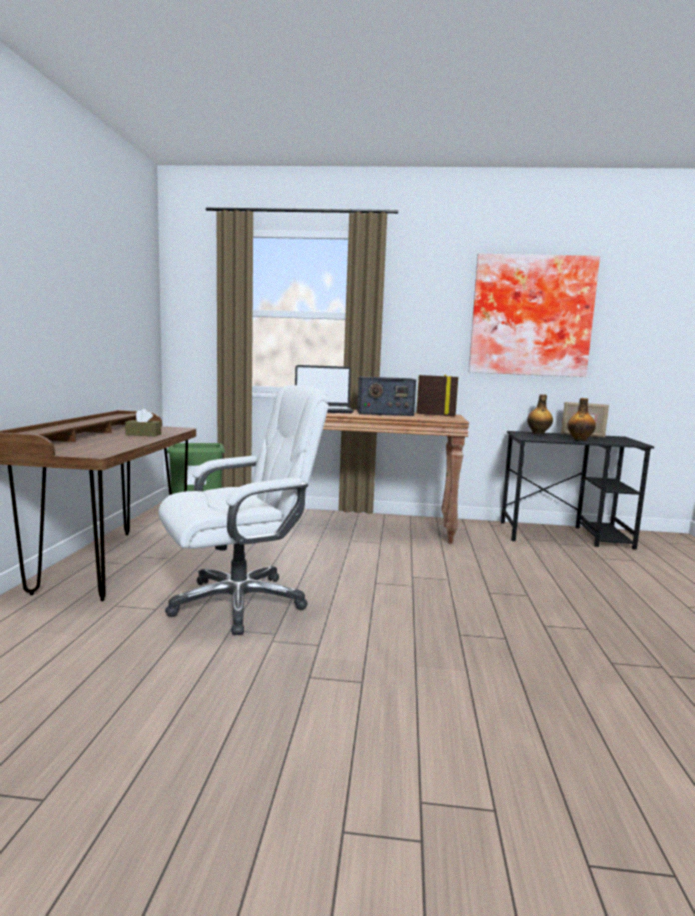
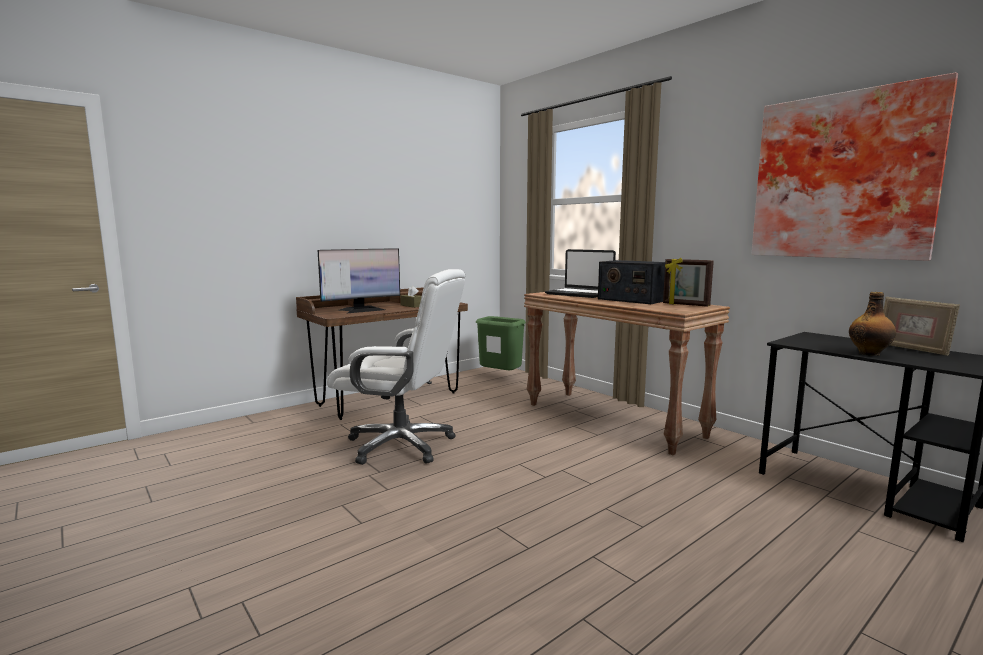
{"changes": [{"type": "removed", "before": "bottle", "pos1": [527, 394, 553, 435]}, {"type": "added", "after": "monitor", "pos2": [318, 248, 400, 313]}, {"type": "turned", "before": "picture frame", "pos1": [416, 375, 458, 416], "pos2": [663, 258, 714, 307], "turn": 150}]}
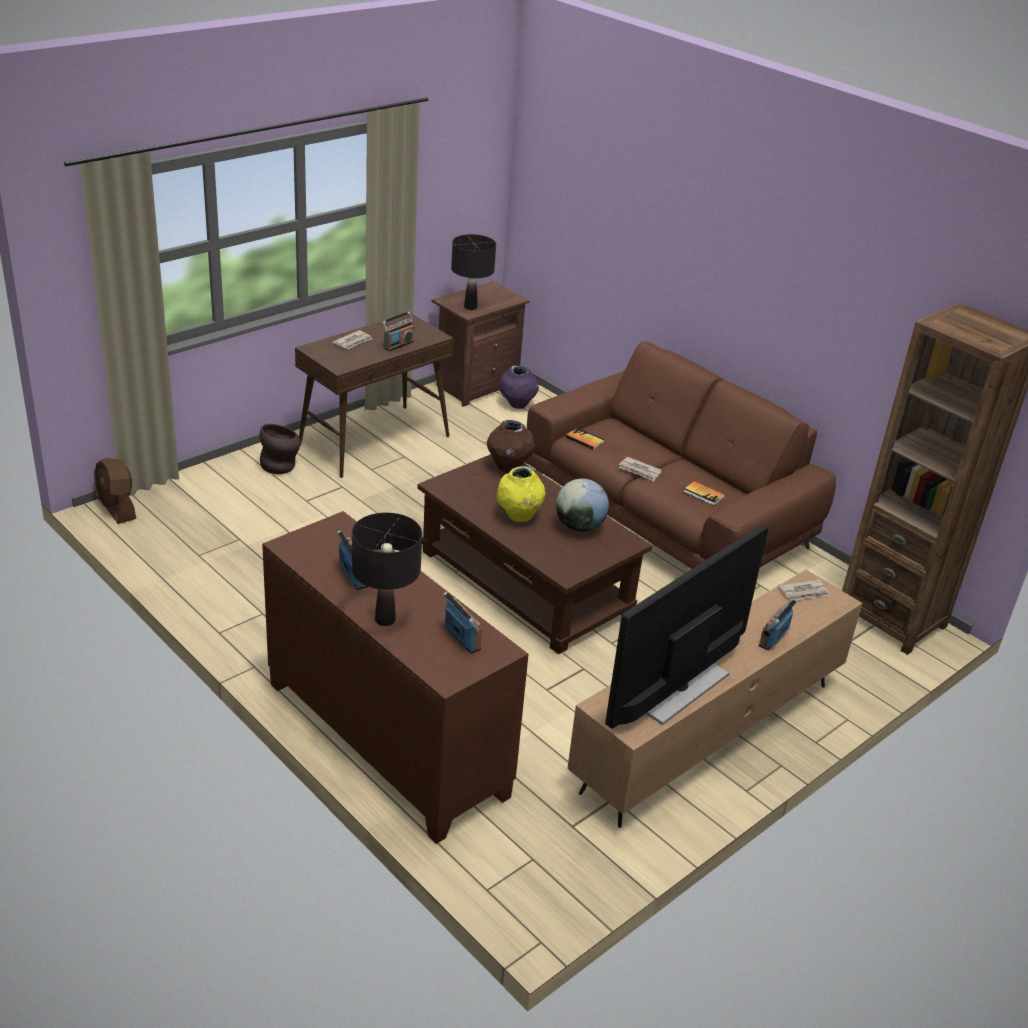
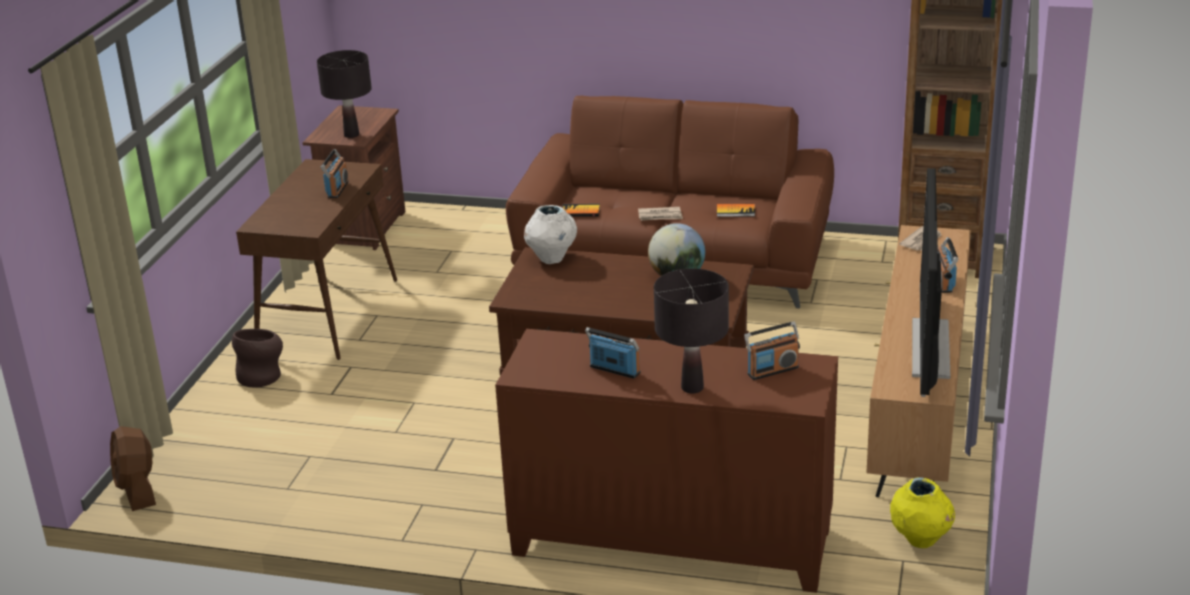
{"changes": [{"type": "removed", "before": "newspaper", "pos1": [333, 330, 372, 349]}, {"type": "removed", "before": "purple vase", "pos1": [499, 365, 539, 409]}, {"type": "moved", "before": "yellow vase", "pos1": [497, 466, 546, 522], "pos2": [890, 477, 955, 548]}, {"type": "recoloured", "before": "brown vase", "after": "white vase", "pos1": [487, 420, 535, 473], "pos2": [524, 205, 577, 264]}, {"type": "turned", "before": "brown fan", "pos1": [94, 458, 136, 524], "pos2": [110, 426, 156, 511], "turn": 45}, {"type": "turned", "before": "radio", "pos1": [443, 592, 482, 653], "pos2": [744, 322, 800, 380], "turn": 135}]}
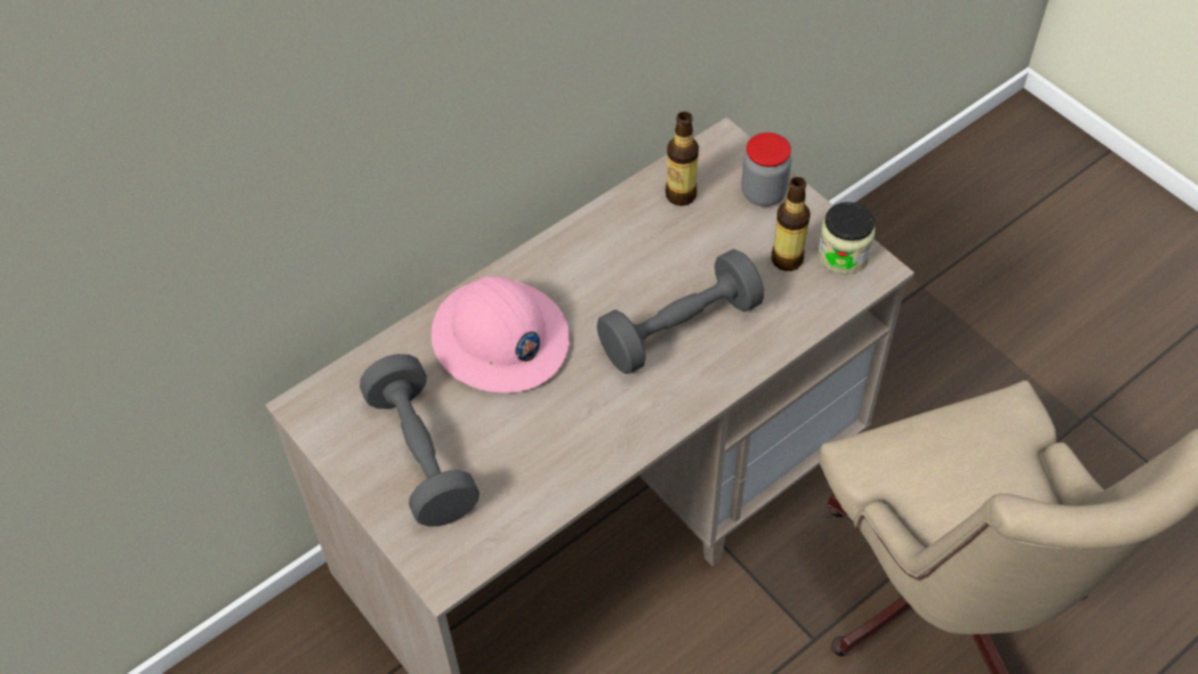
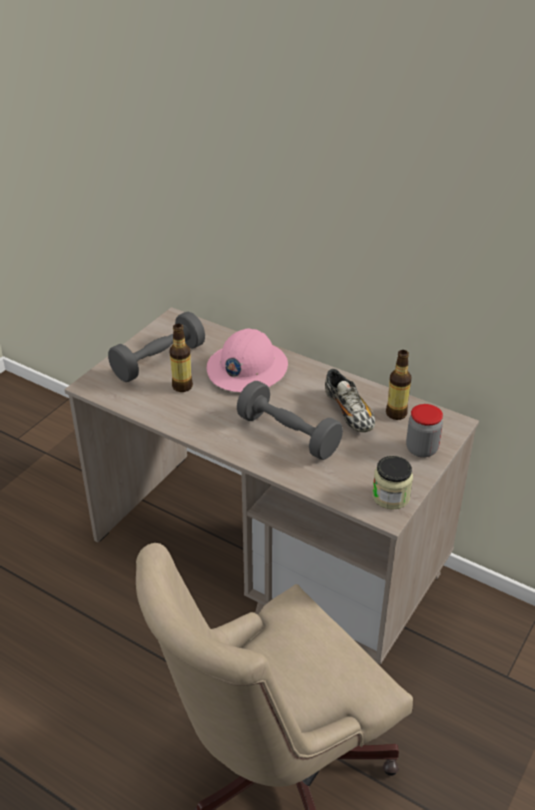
{"changes": [{"type": "added", "after": "shoe", "pos2": [325, 369, 375, 432]}, {"type": "moved", "before": "bottle", "pos1": [771, 177, 810, 271], "pos2": [170, 324, 193, 392]}]}
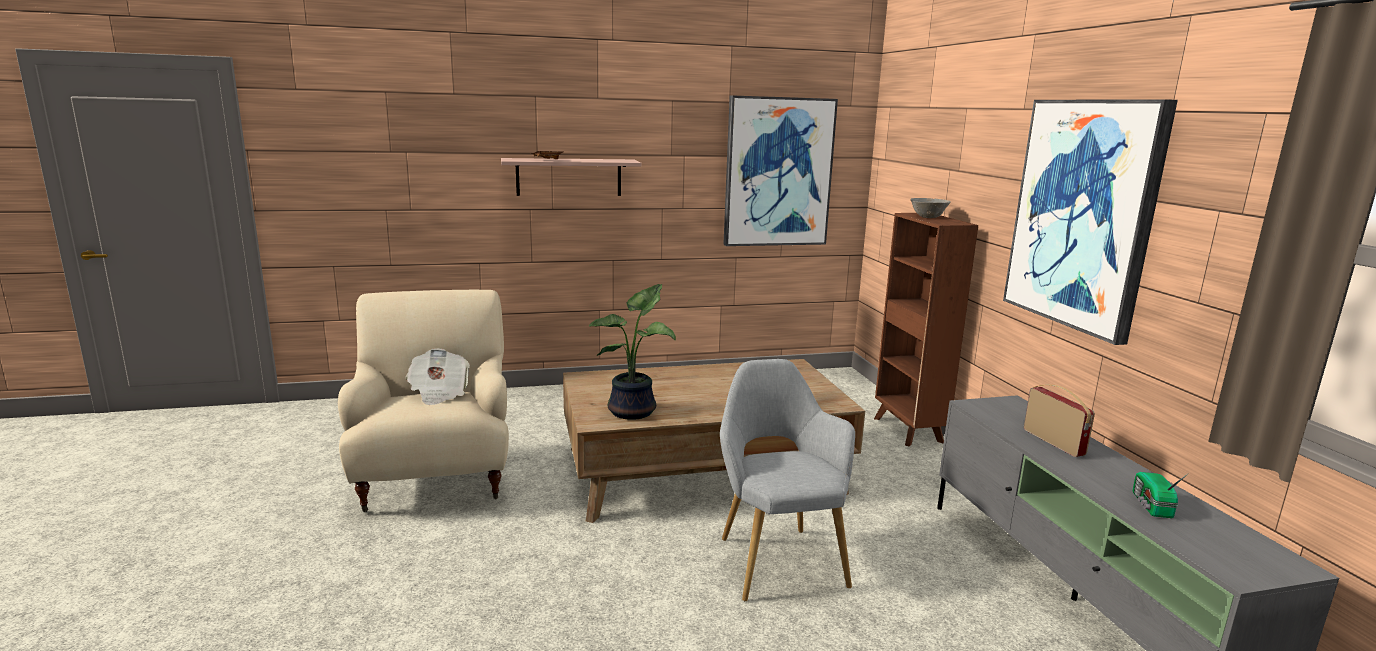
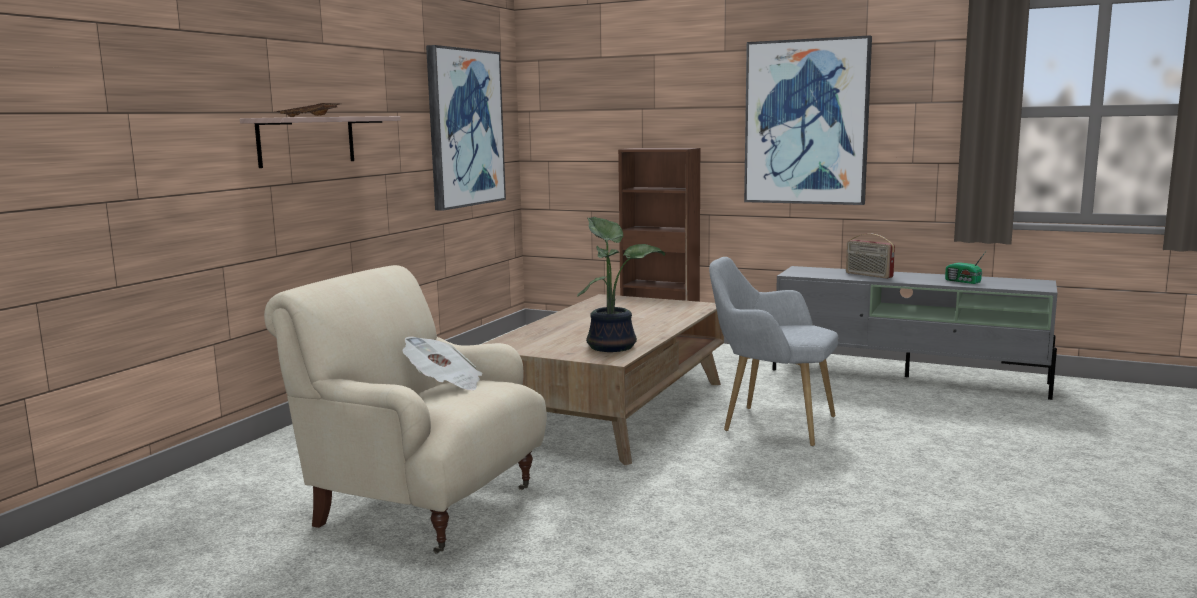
{"changes": [{"type": "removed", "before": "grey bowl", "pos1": [910, 198, 951, 218]}, {"type": "turned", "before": "radio", "pos1": [1024, 384, 1095, 457], "pos2": [846, 233, 895, 279], "turn": -150}]}
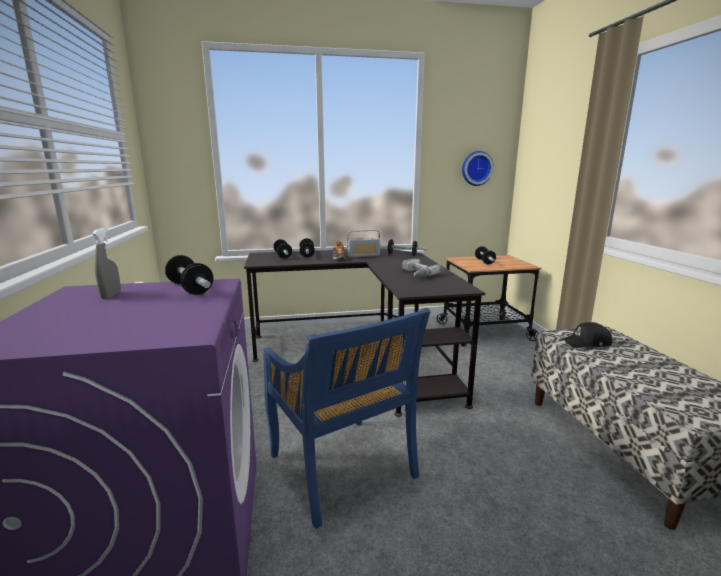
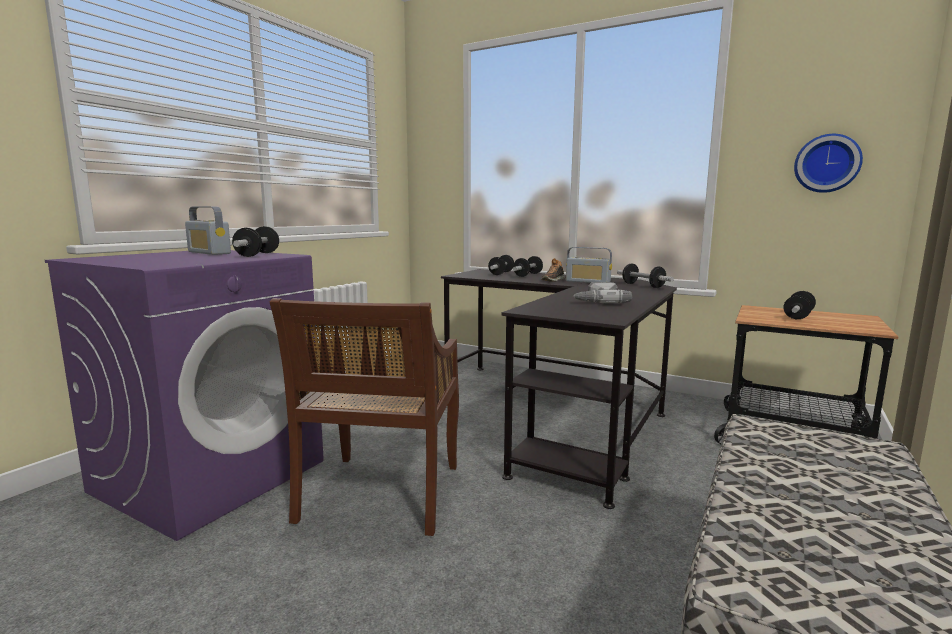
{"changes": [{"type": "removed", "before": "black cap", "pos1": [562, 322, 612, 348]}, {"type": "replaced", "before": "grey spray bottle", "after": "radio", "pos1": [92, 228, 121, 299], "pos2": [185, 206, 231, 255]}, {"type": "recoloured", "before": "blue chair", "after": "brown chair", "pos1": [263, 308, 431, 529], "pos2": [270, 298, 459, 536]}]}
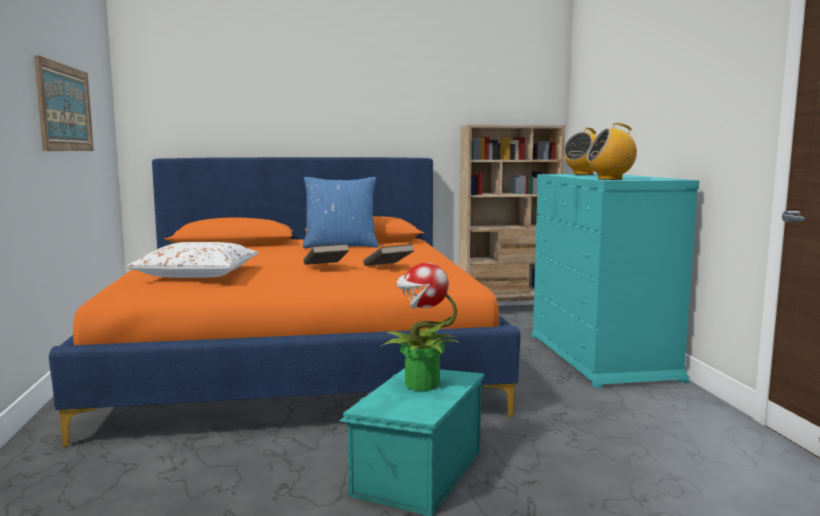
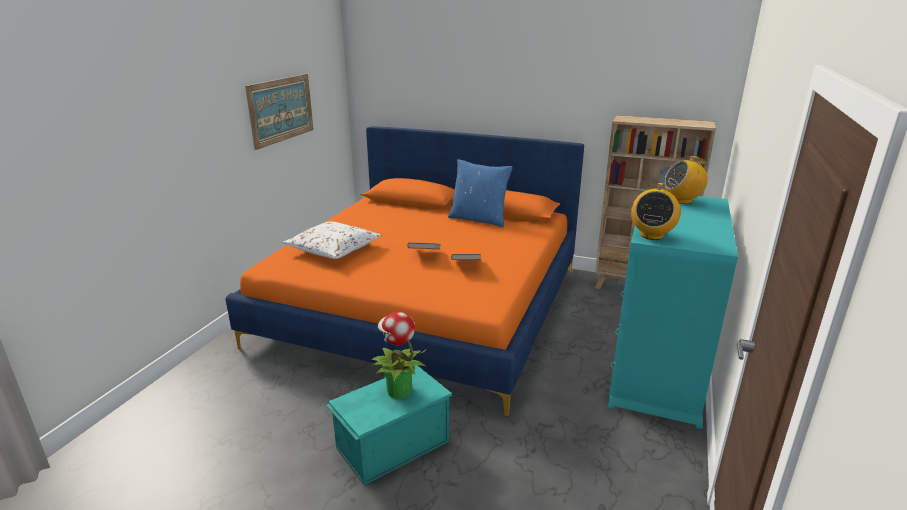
{"changes": [{"type": "turned", "before": "radio", "pos1": [586, 123, 637, 180], "pos2": [631, 183, 681, 240], "turn": -90}]}
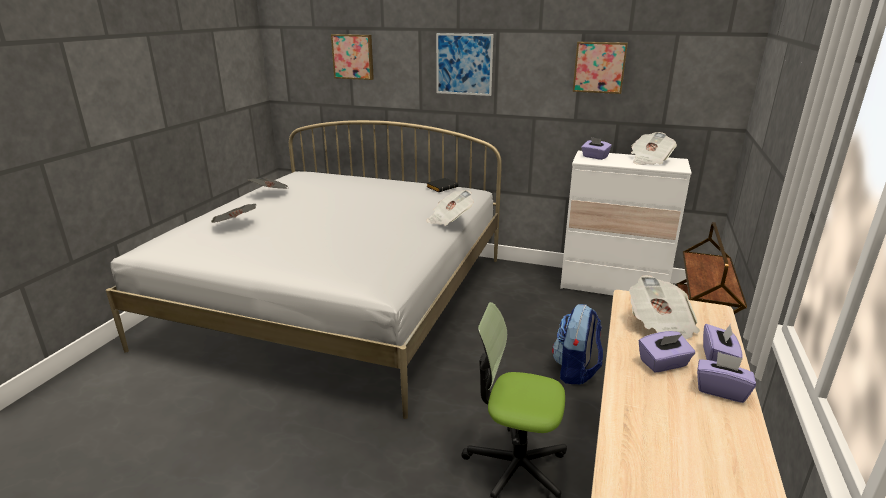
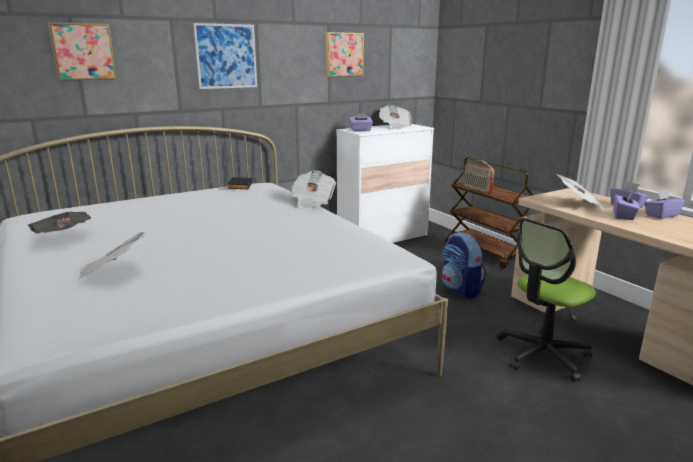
{"changes": [{"type": "added", "after": "radio", "pos2": [464, 160, 495, 193]}]}
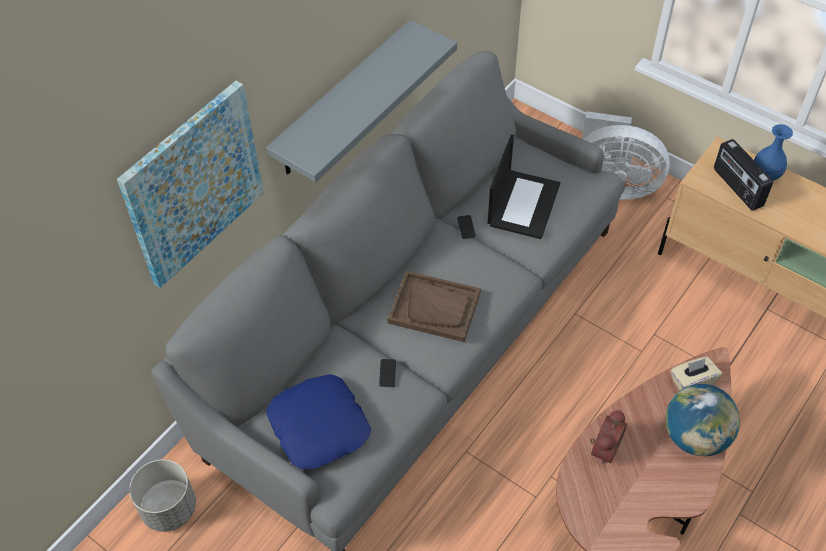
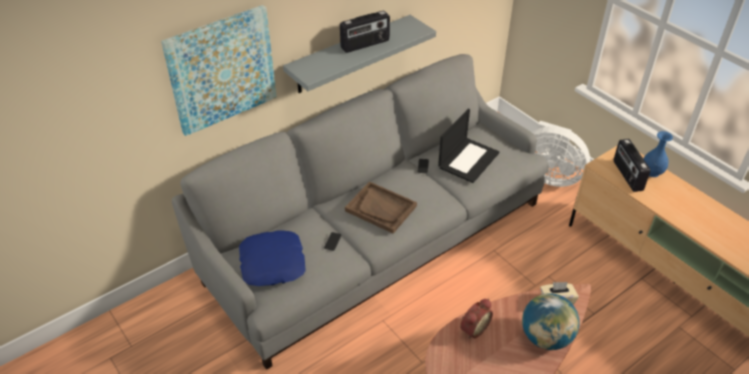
{"changes": [{"type": "removed", "before": "grey planter", "pos1": [129, 459, 196, 532]}, {"type": "added", "after": "radio", "pos2": [340, 11, 390, 53]}]}
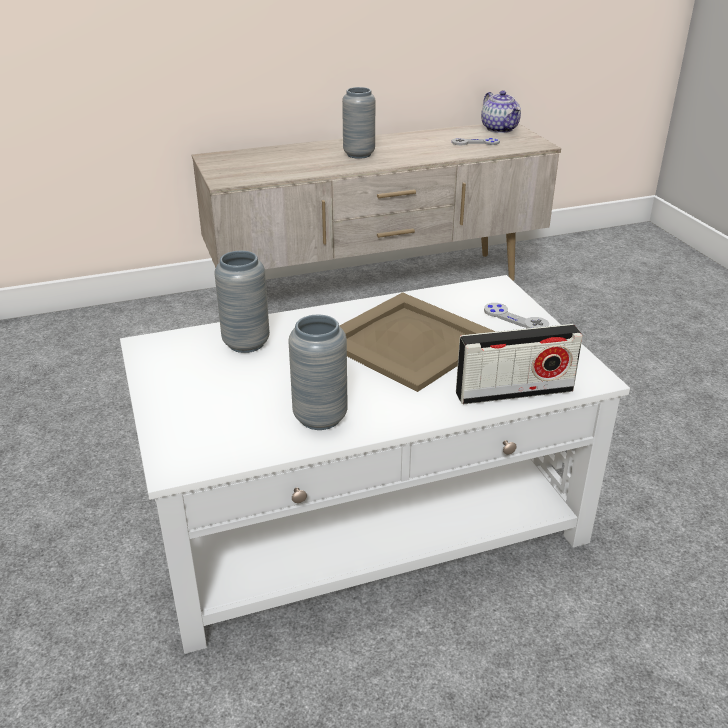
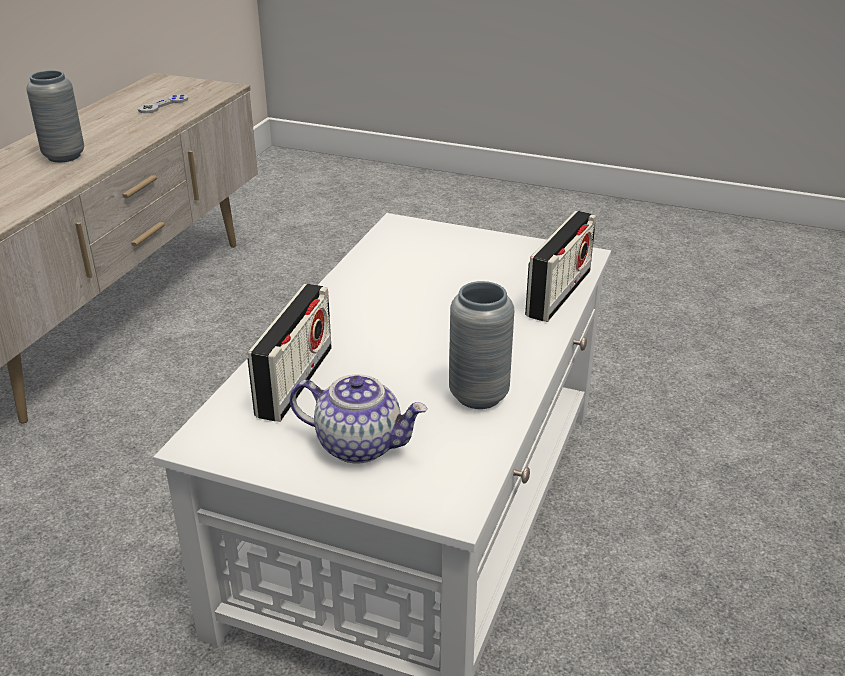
{"changes": [{"type": "removed", "before": "beige tray", "pos1": [340, 292, 496, 392]}, {"type": "removed", "before": "grey game controller", "pos1": [484, 303, 549, 328]}, {"type": "moved", "before": "teapot", "pos1": [481, 91, 521, 133], "pos2": [290, 374, 428, 464]}, {"type": "replaced", "before": "grey vase", "after": "radio", "pos1": [215, 251, 270, 353], "pos2": [248, 284, 332, 422]}]}
